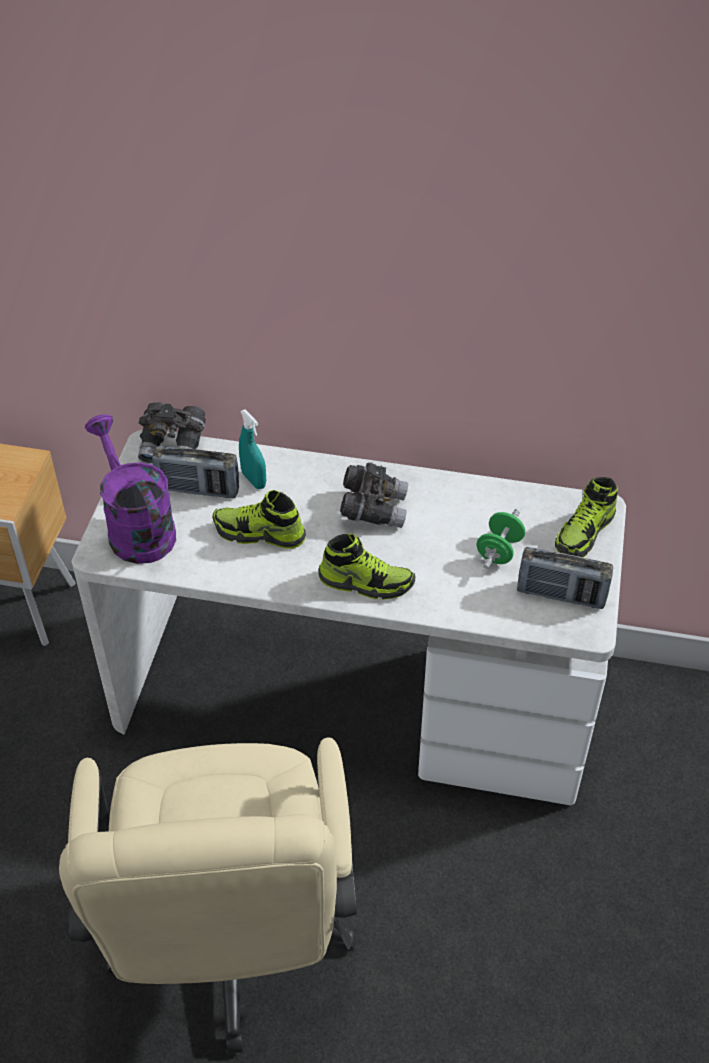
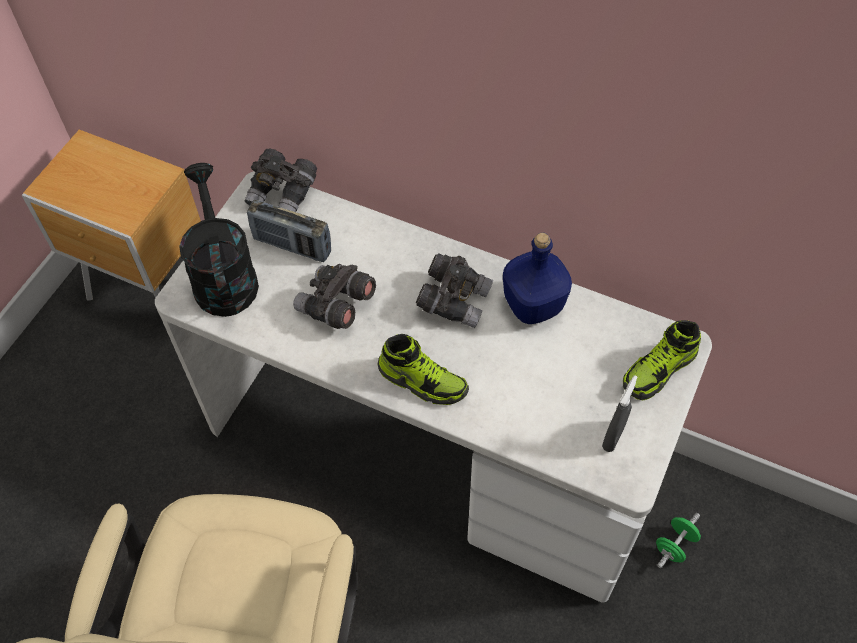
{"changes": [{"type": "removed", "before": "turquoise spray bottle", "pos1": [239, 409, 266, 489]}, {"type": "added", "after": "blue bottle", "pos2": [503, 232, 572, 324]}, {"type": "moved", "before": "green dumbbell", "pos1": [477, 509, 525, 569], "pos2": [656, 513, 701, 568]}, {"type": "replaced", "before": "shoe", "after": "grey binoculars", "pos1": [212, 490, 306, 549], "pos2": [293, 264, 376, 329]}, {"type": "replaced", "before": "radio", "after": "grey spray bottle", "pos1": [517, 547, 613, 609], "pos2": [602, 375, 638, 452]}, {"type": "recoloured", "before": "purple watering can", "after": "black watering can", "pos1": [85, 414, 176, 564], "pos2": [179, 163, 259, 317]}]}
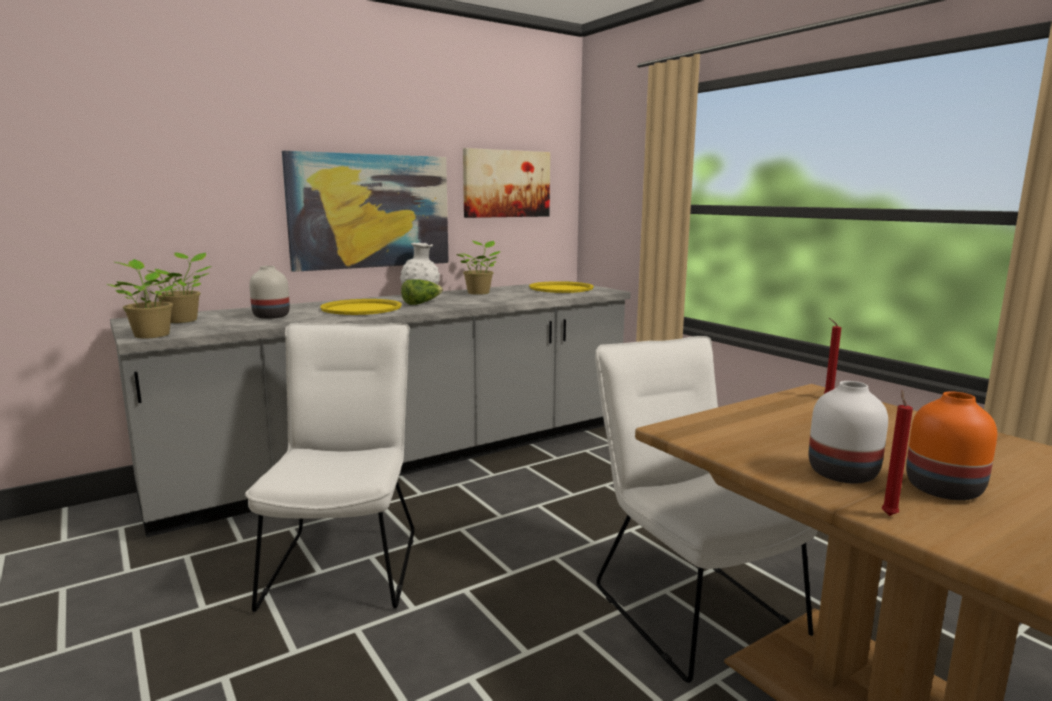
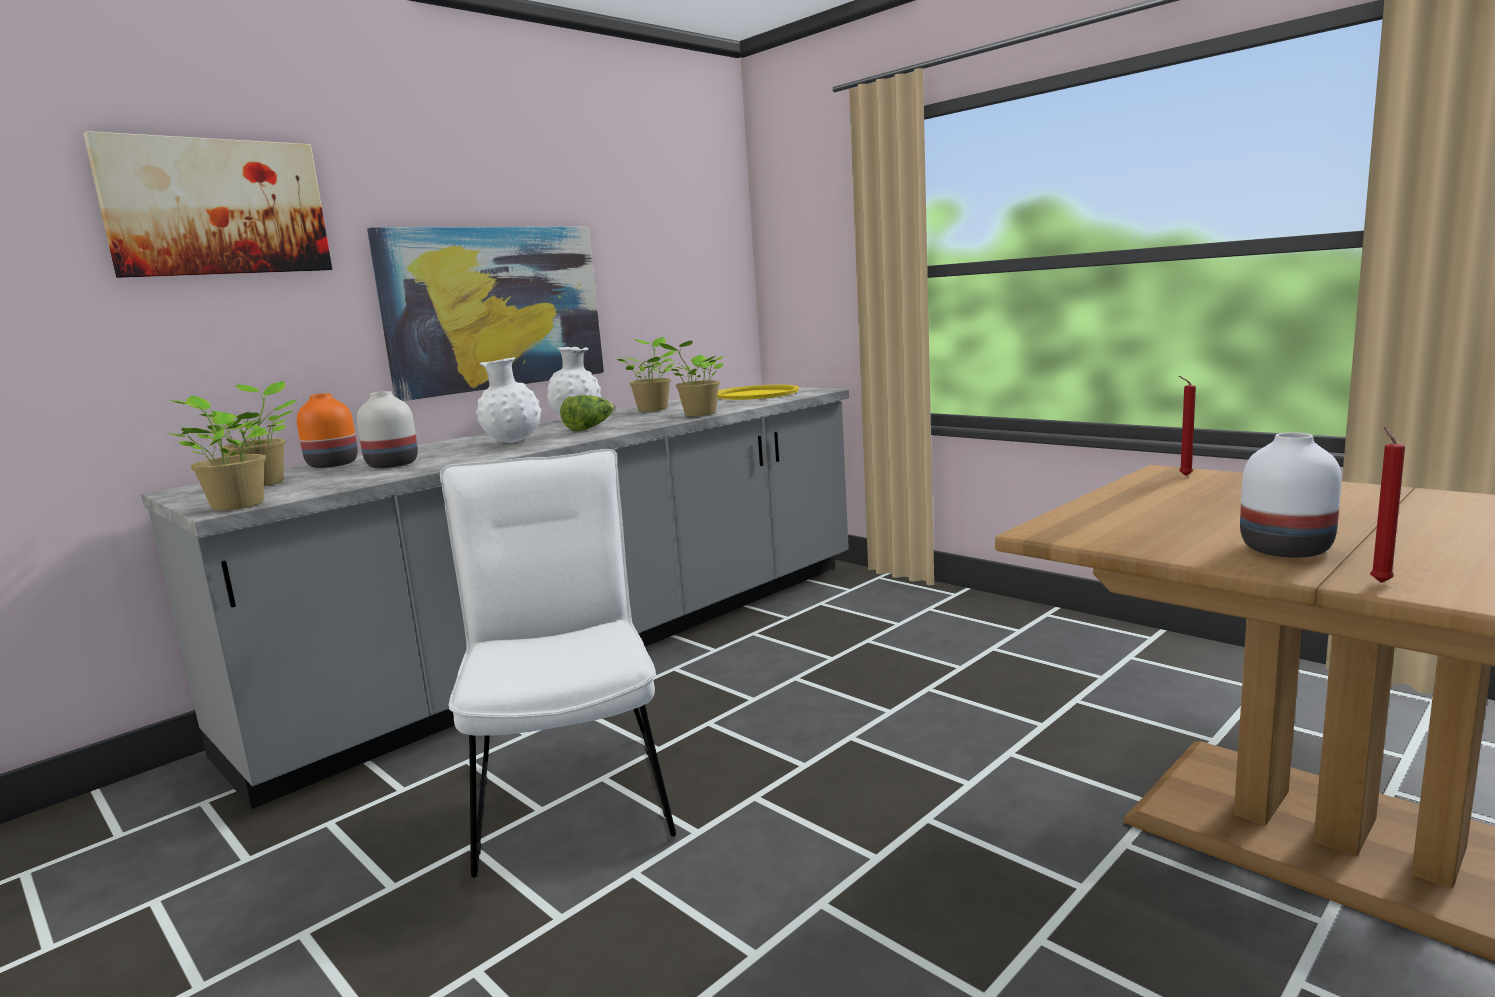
{"changes": [{"type": "removed", "before": "white chair", "pos1": [595, 336, 818, 683]}, {"type": "added", "after": "potted plant", "pos2": [660, 340, 724, 416]}, {"type": "moved", "before": "picture", "pos1": [463, 148, 550, 218], "pos2": [83, 131, 332, 278]}, {"type": "moved", "before": "orange vase", "pos1": [906, 391, 997, 500], "pos2": [297, 393, 358, 468]}, {"type": "replaced", "before": "yellow tray", "after": "white vase", "pos1": [320, 299, 402, 315], "pos2": [476, 357, 541, 443]}]}
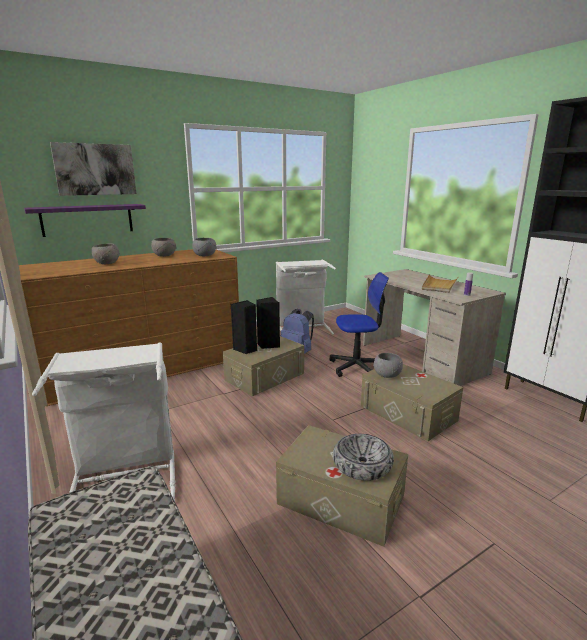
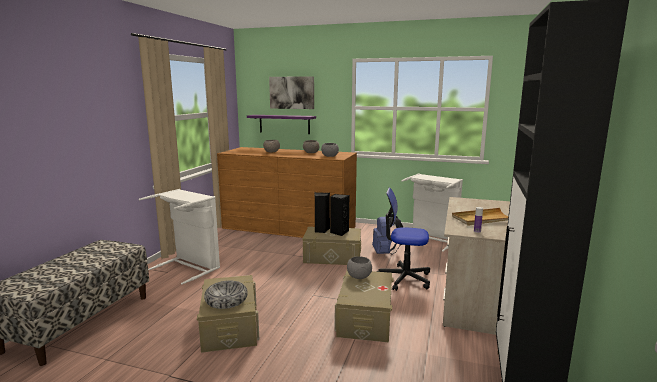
{"changes": [{"type": "turned", "before": "office chair", "pos1": [330, 272, 389, 377], "pos2": [376, 188, 430, 291], "turn": 150}]}
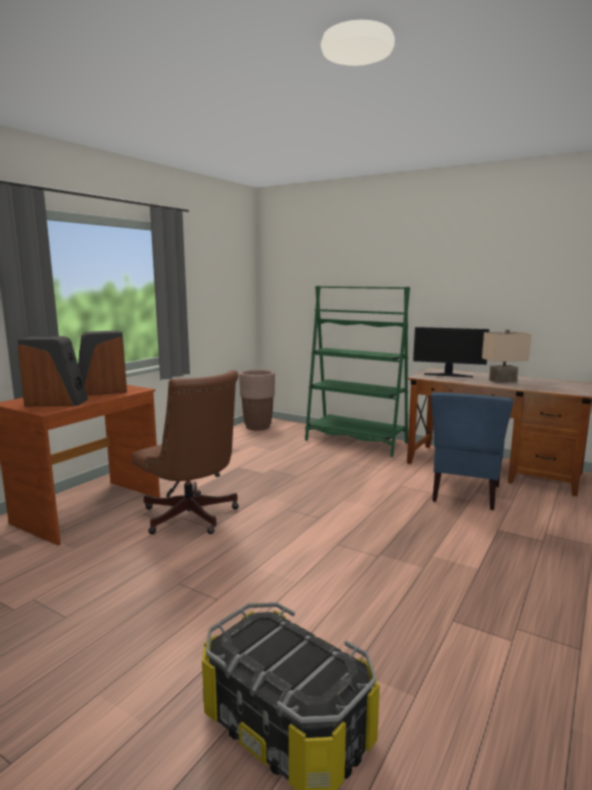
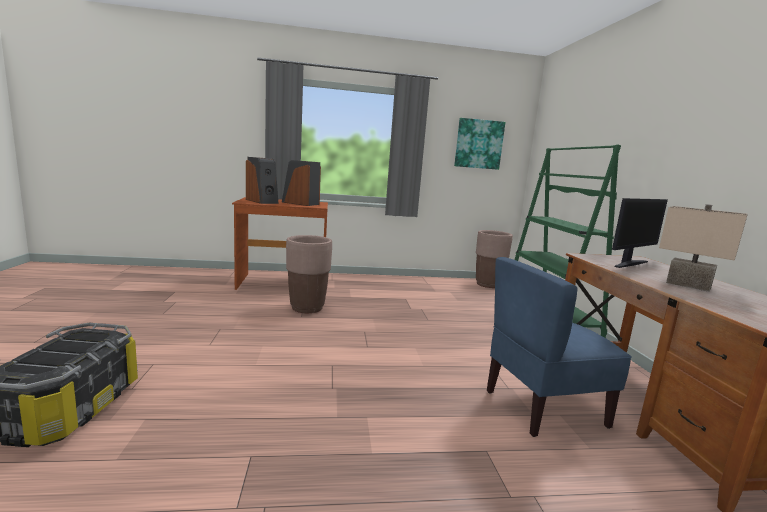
{"changes": [{"type": "added", "after": "picture", "pos2": [454, 118, 505, 170]}, {"type": "replaced", "before": "brown office chair", "after": "brown planter", "pos1": [132, 370, 239, 534], "pos2": [286, 235, 332, 313]}, {"type": "turned", "before": "monitor", "pos1": [413, 327, 489, 377], "pos2": [612, 198, 668, 268], "turn": -105}]}
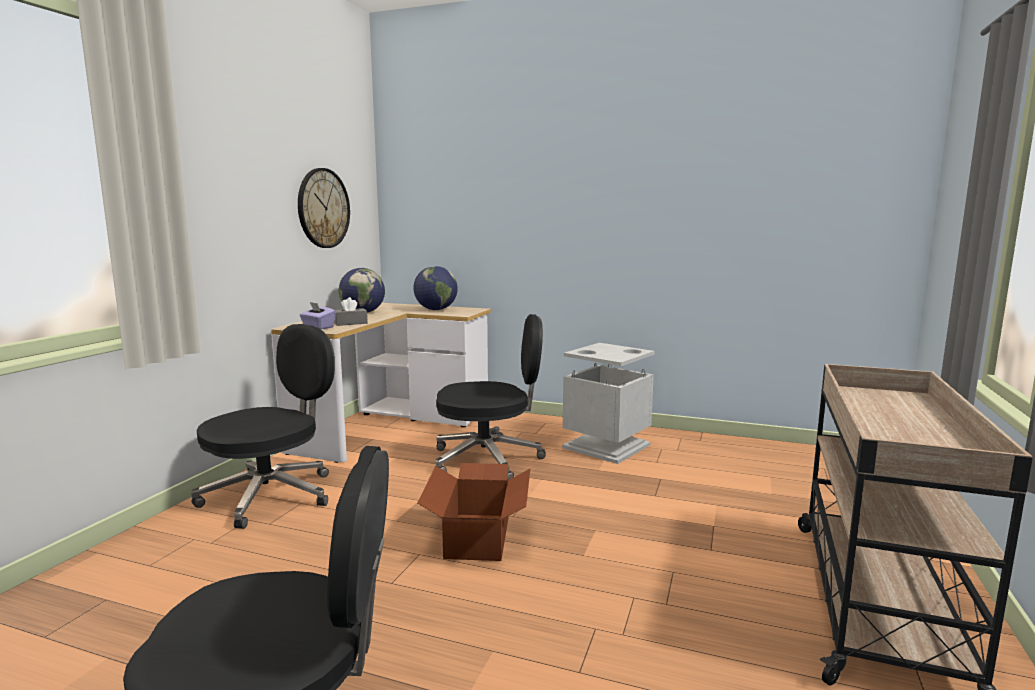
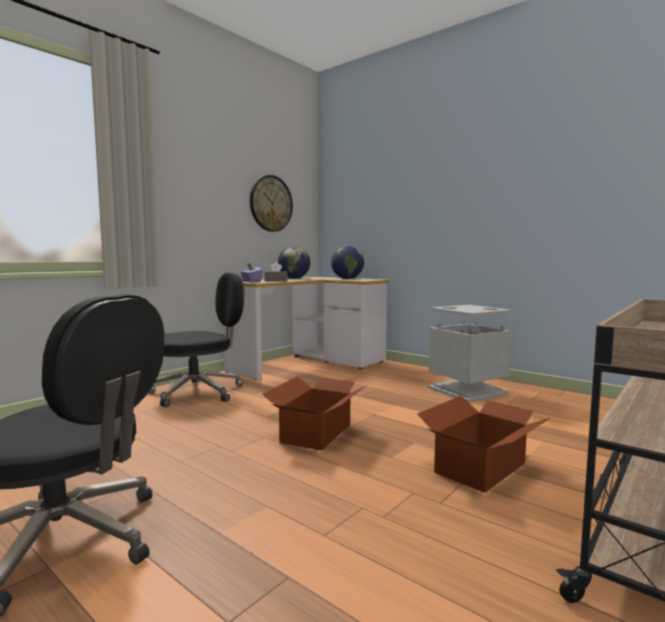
{"changes": [{"type": "removed", "before": "black office chair", "pos1": [436, 314, 546, 480]}, {"type": "added", "after": "cardboard box", "pos2": [417, 396, 550, 493]}]}
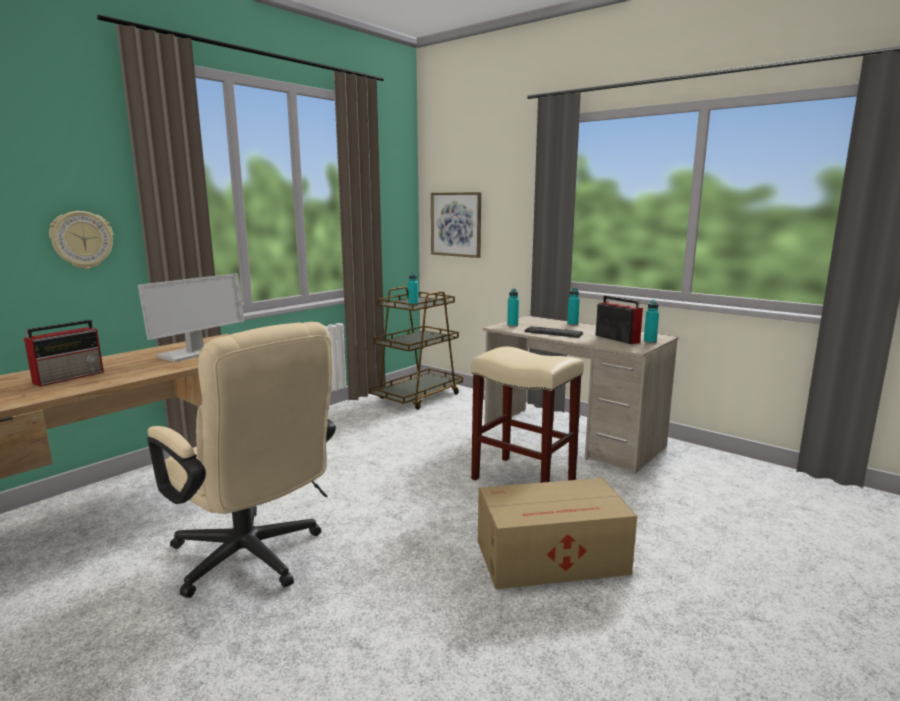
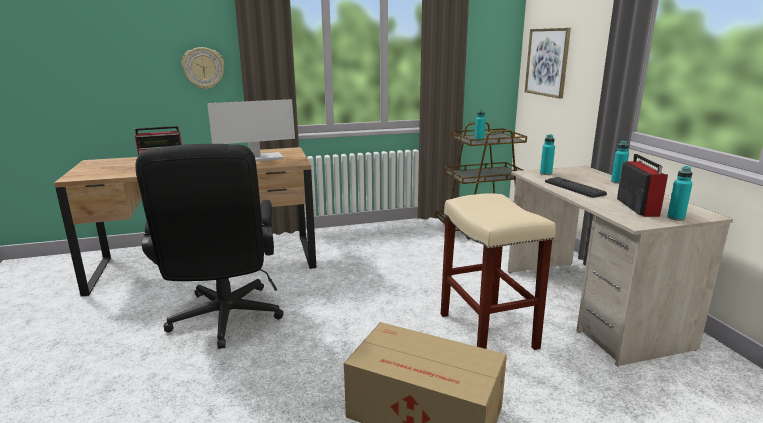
{"changes": [{"type": "recoloured", "before": "beige office chair", "after": "black office chair", "pos1": [147, 322, 336, 598], "pos2": [135, 144, 284, 349]}]}
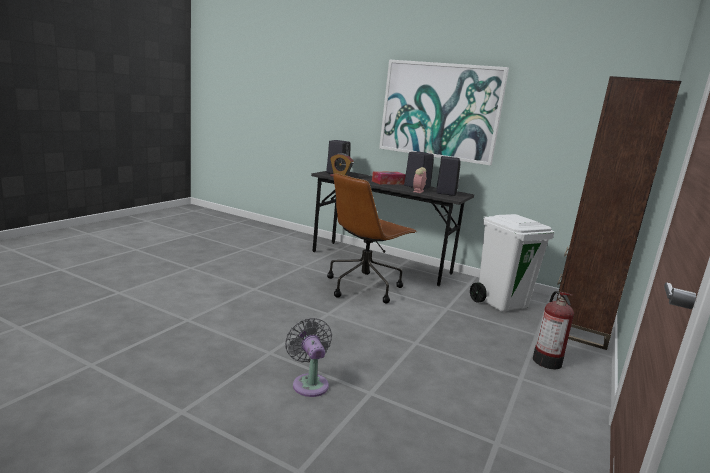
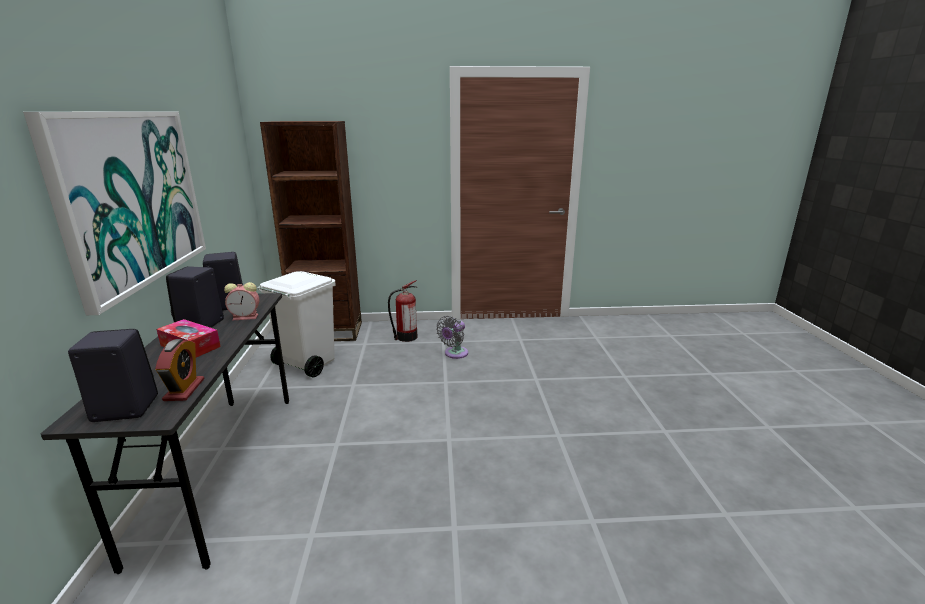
{"changes": [{"type": "removed", "before": "brown office chair", "pos1": [327, 173, 417, 304]}, {"type": "moved", "before": "grey fan", "pos1": [285, 318, 332, 397], "pos2": [436, 316, 468, 359]}]}
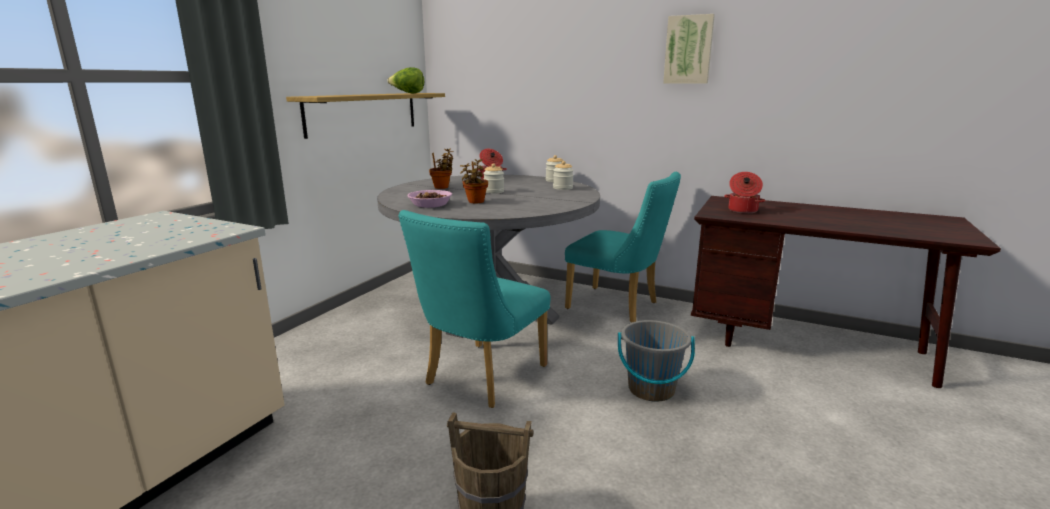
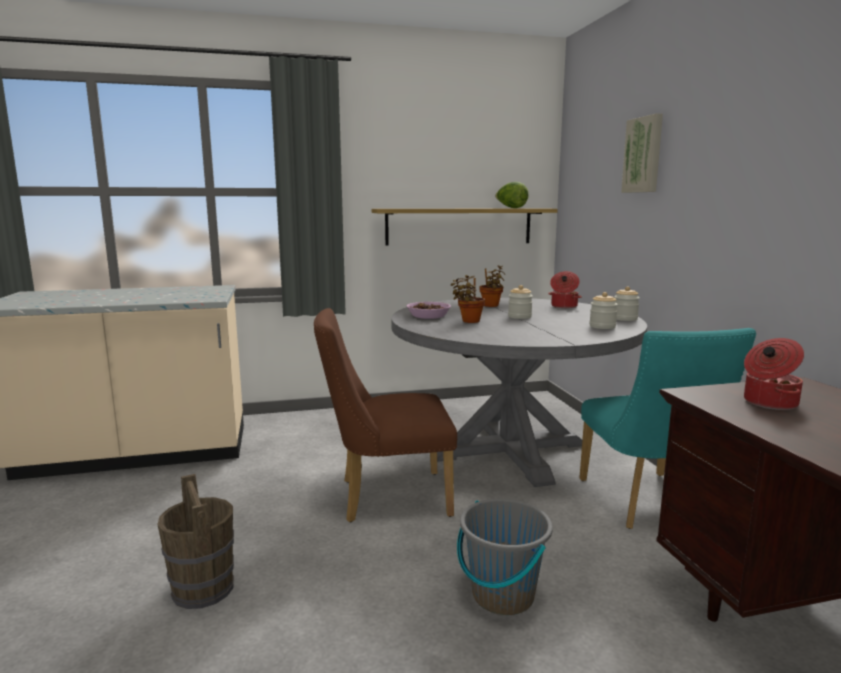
{"changes": [{"type": "moved", "before": "picture", "pos1": [663, 14, 715, 84], "pos2": [621, 113, 663, 193]}, {"type": "recoloured", "before": "turquoise chair", "after": "brown chair", "pos1": [398, 210, 551, 408], "pos2": [314, 308, 457, 522]}]}
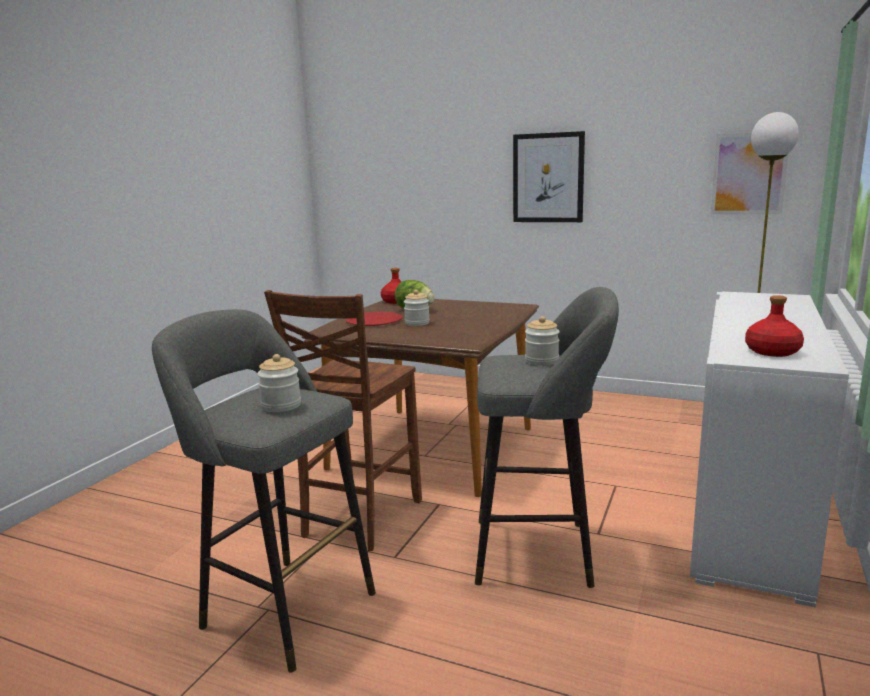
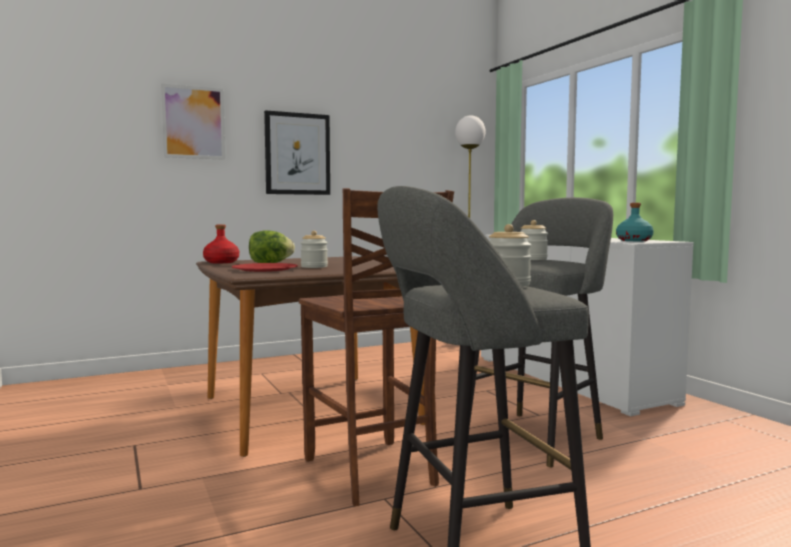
{"changes": [{"type": "moved", "before": "picture", "pos1": [711, 133, 788, 214], "pos2": [161, 83, 225, 160]}, {"type": "recoloured", "before": "red bottle", "after": "turquoise bottle", "pos1": [745, 295, 804, 357], "pos2": [616, 203, 654, 241]}]}
